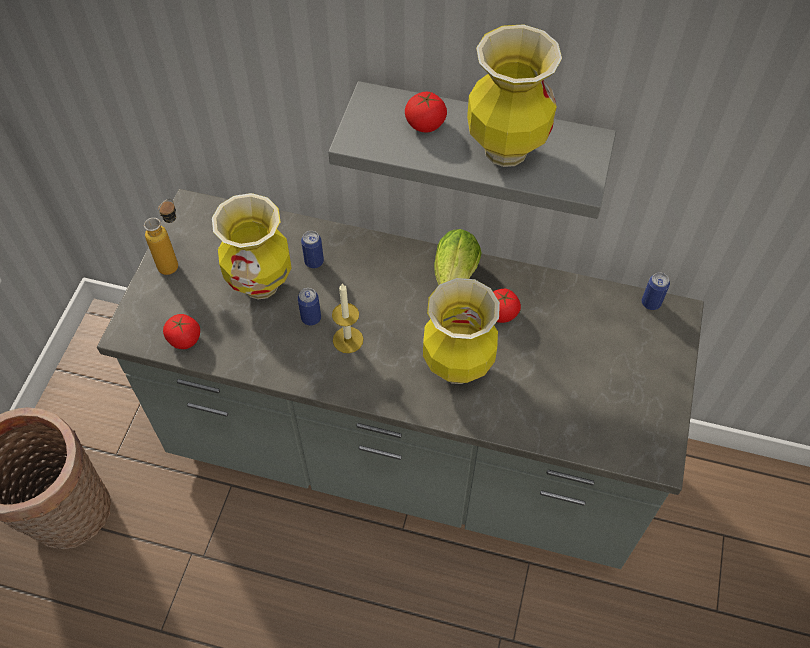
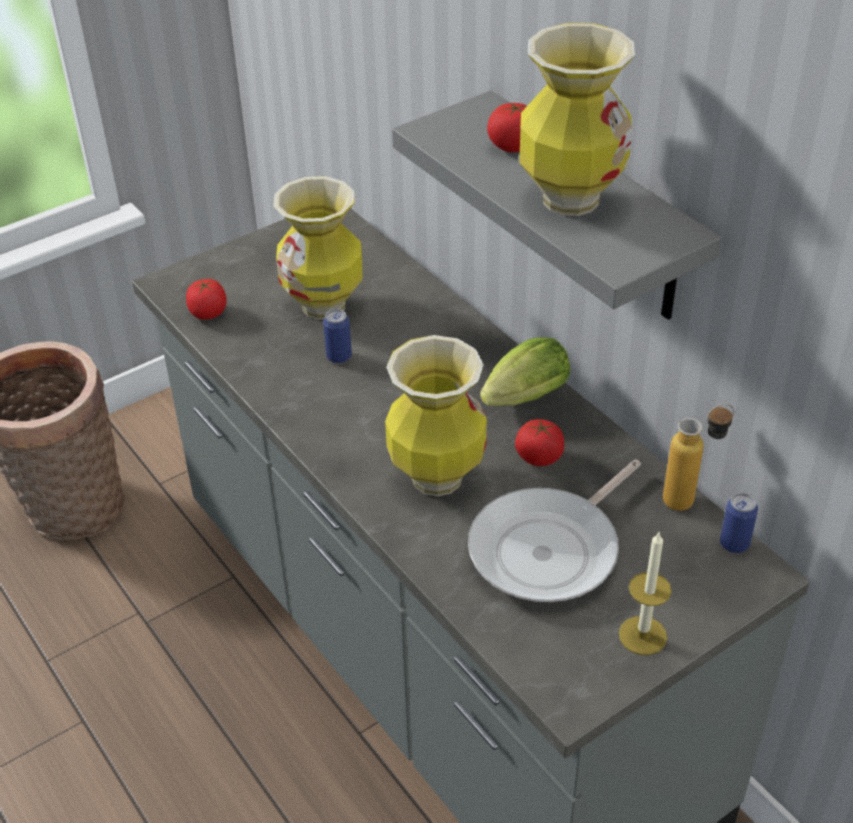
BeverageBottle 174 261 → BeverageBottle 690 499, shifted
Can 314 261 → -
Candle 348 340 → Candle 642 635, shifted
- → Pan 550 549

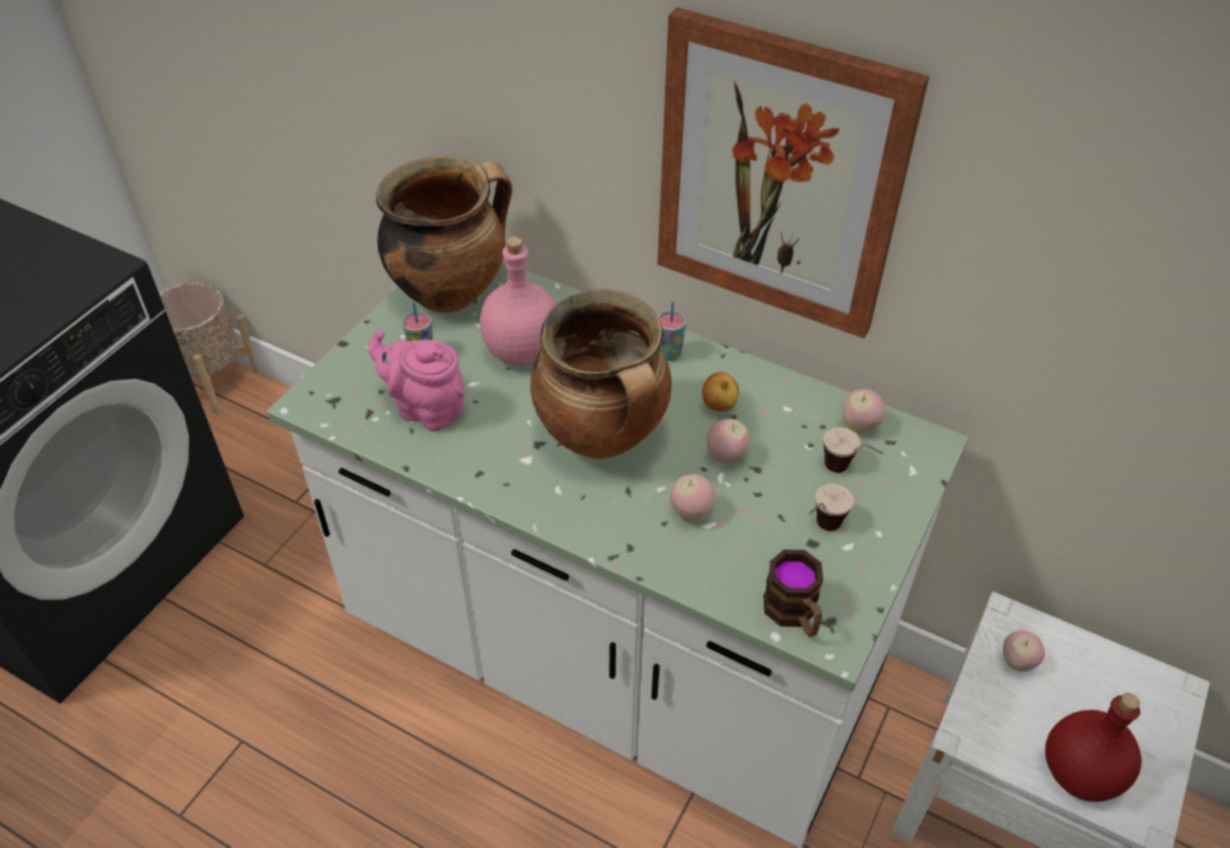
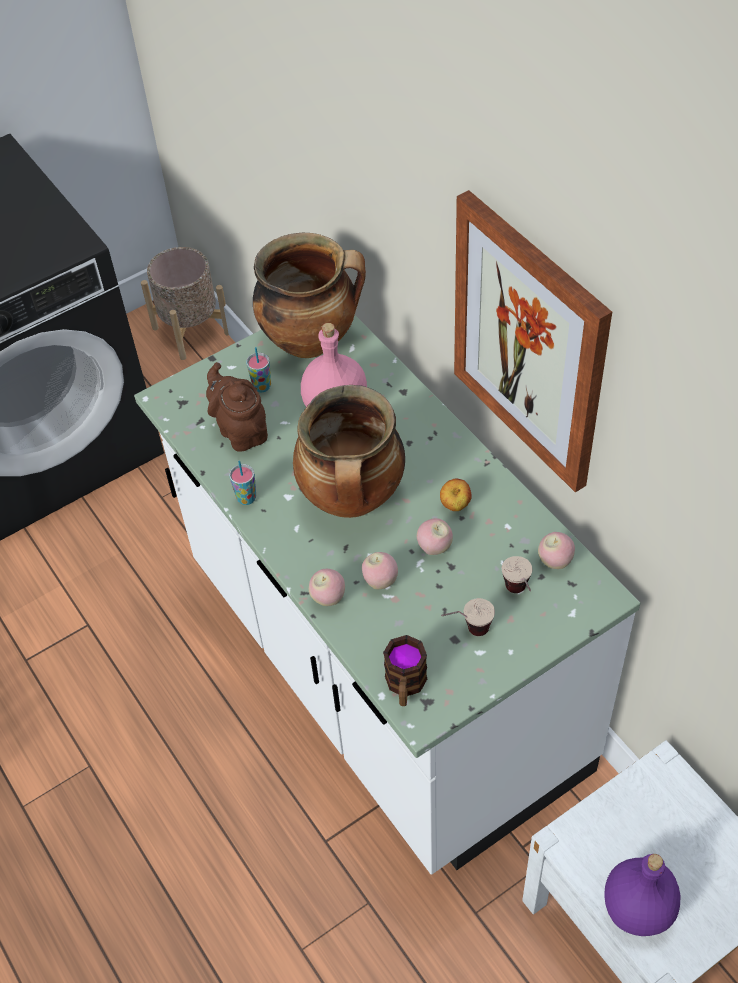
SmallCup 669 354 → SmallCup 246 498, shifted
PinkPotForTea 426 408 → BrownColouredPotForTea 241 431
AppleFruit 1017 662 → AppleFruit 328 598, shifted
ReddishBeverageBottle 1081 773 → PurpleColouredBeverageBottle 639 909

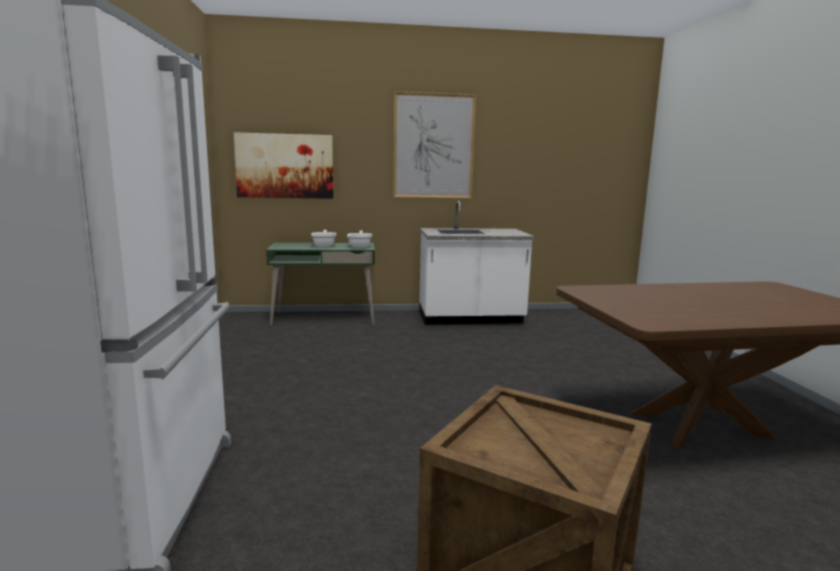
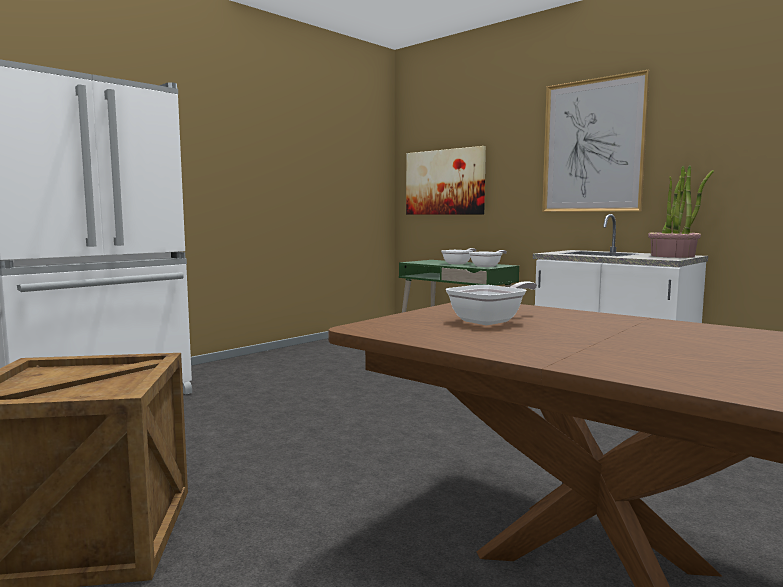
- → PlantInAPot 673 256
- → Pan 491 321

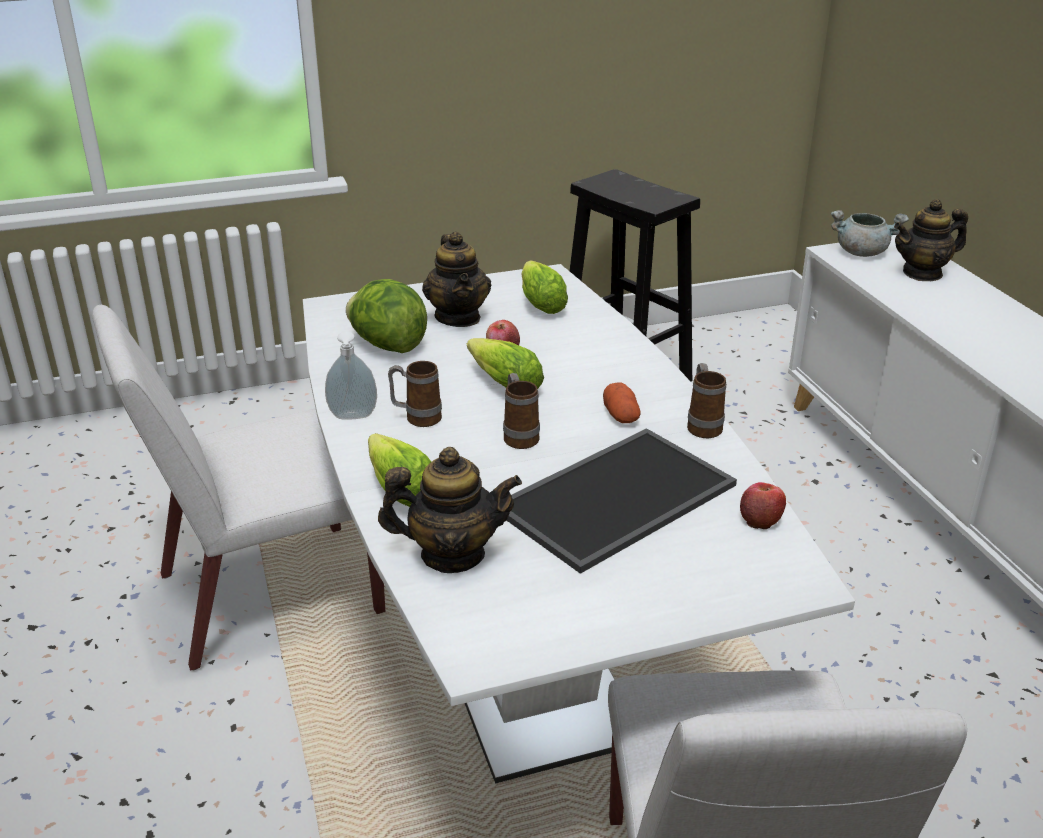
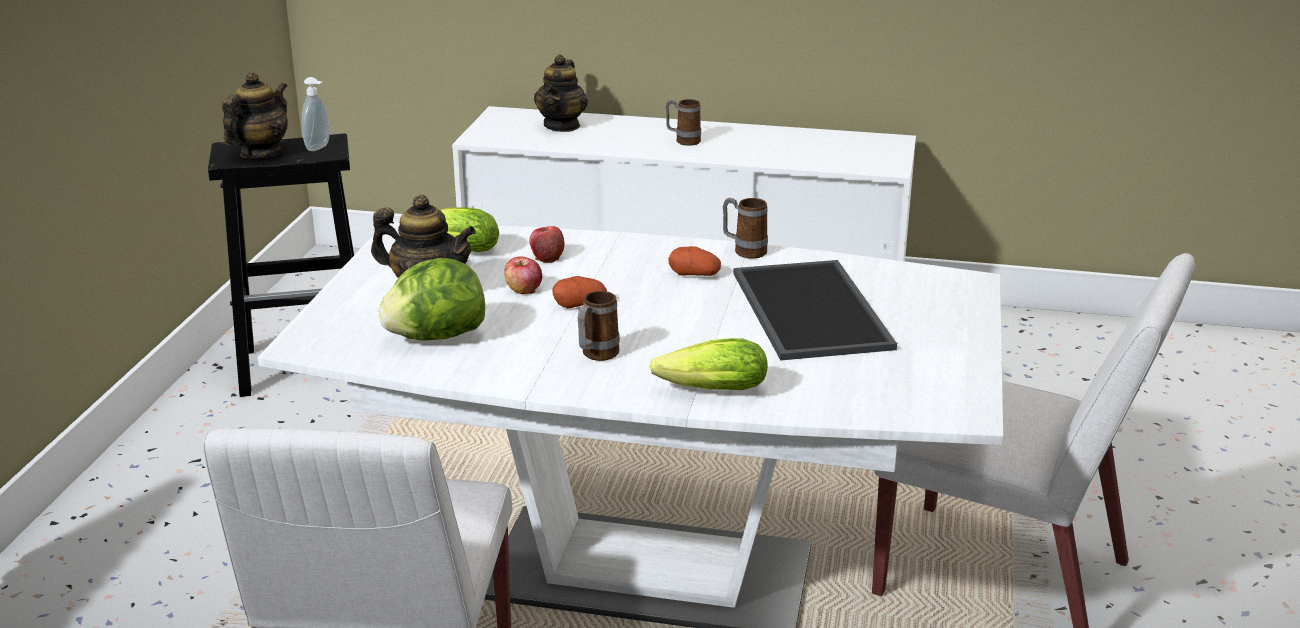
GreyStockpot 862 252 → -
SoapBottle 353 417 → SoapBottle 319 148, shifted
Lettuce 501 382 → Spud 580 304
CoffeeMug 519 435 → CoffeeMug 683 141, shifted
PotForTea 452 555 → PotForTea 261 153, shifted
AppleFruit 760 519 → AppleFruit 547 257, shifted

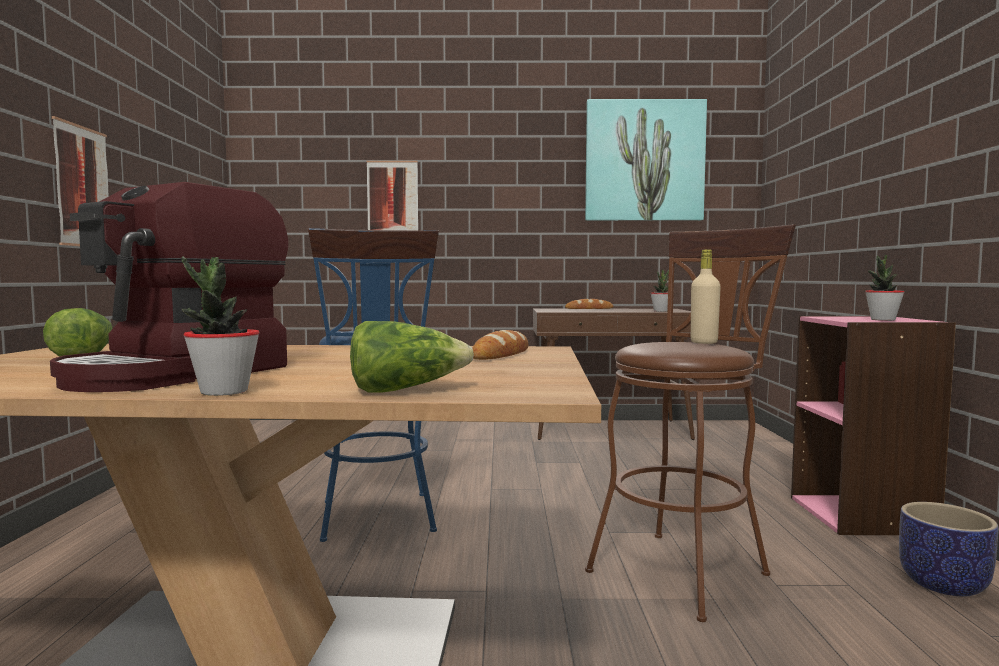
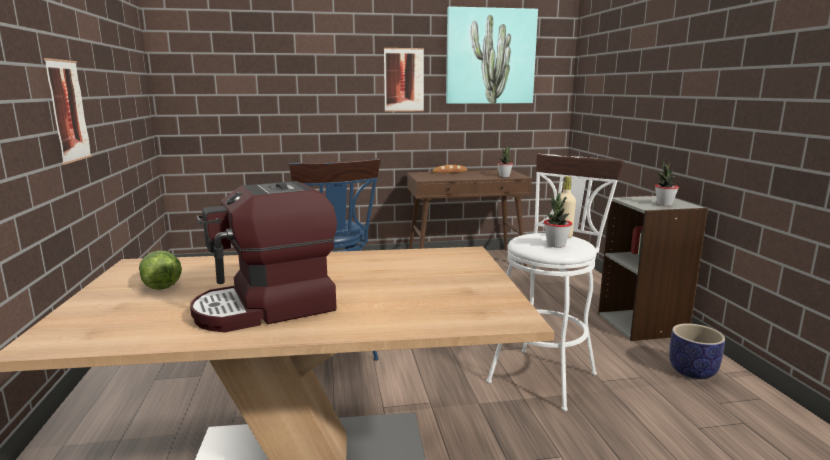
WallArt 392 200 → WallArt 404 80, shifted
CoffeeMaker 179 374 → CoffeeMaker 268 309, 45 degrees clockwise
BrownColouredStool 685 567 → WhiteColouredStool 546 373
PlantInAPot 223 392 → PlantInAPot 556 245, shifted
PinkShelvingUnit 862 515 → GreyShelvingUnit 642 324
Lettuce 406 390 → -
BakedBread 501 354 → -

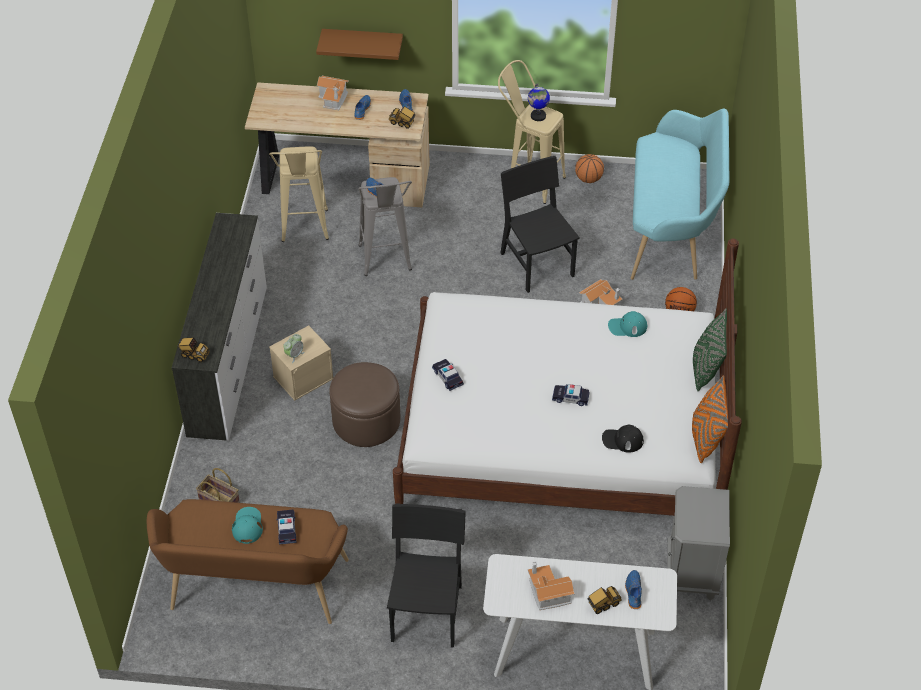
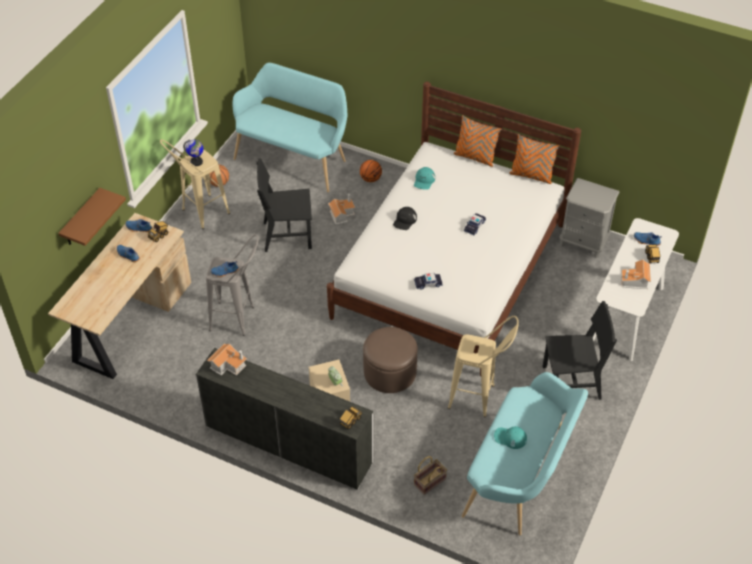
MiniatureHouse 334 98 → MiniatureHouse 228 364, shifted
BeigeStool 305 232 → BeigeStool 479 399, shifted
GreenColouredPillow 706 369 → OrangePillow 475 157
BlackBaseballCap 622 440 → BlackBaseballCap 405 220, shifted
BrownColouredLongSeat 255 591 → TurquoiseColouredLongSeat 521 477
BlackUprightChair 427 613 → BlackUprightChair 571 382, 150 degrees clockwise
ModelCar 286 529 → -

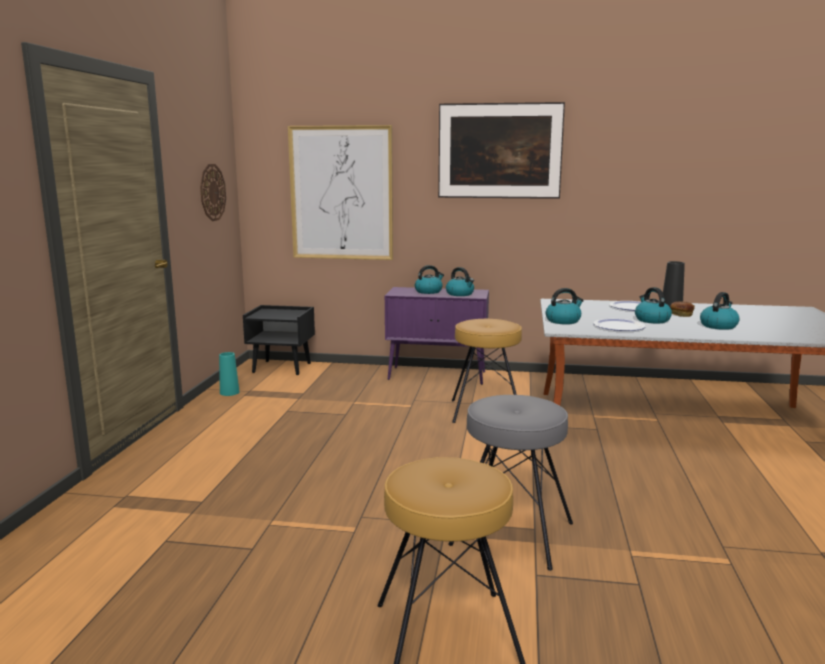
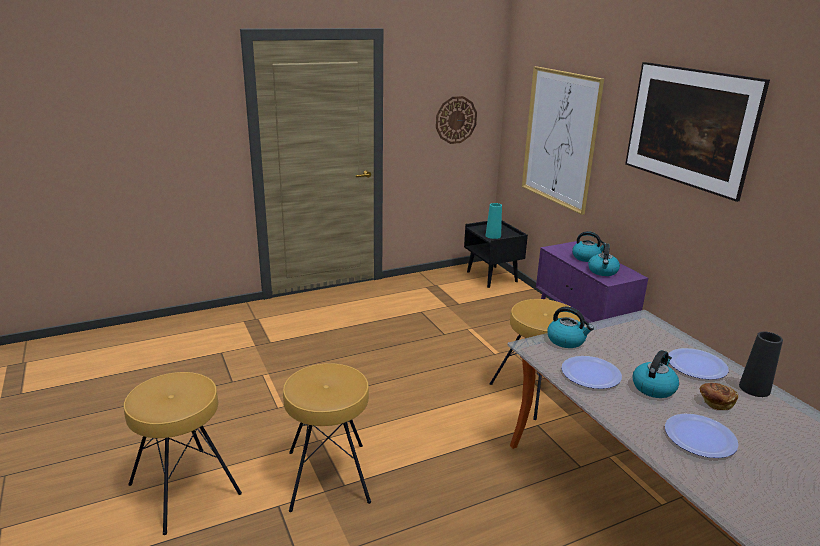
WaterKettle 718 326 → Plate 700 437
TurquoiseColouredDecorativeVase 229 392 → TurquoiseColouredDecorativeVase 493 236, shifted
GreyStool 512 533 → BrownColouredStool 329 476

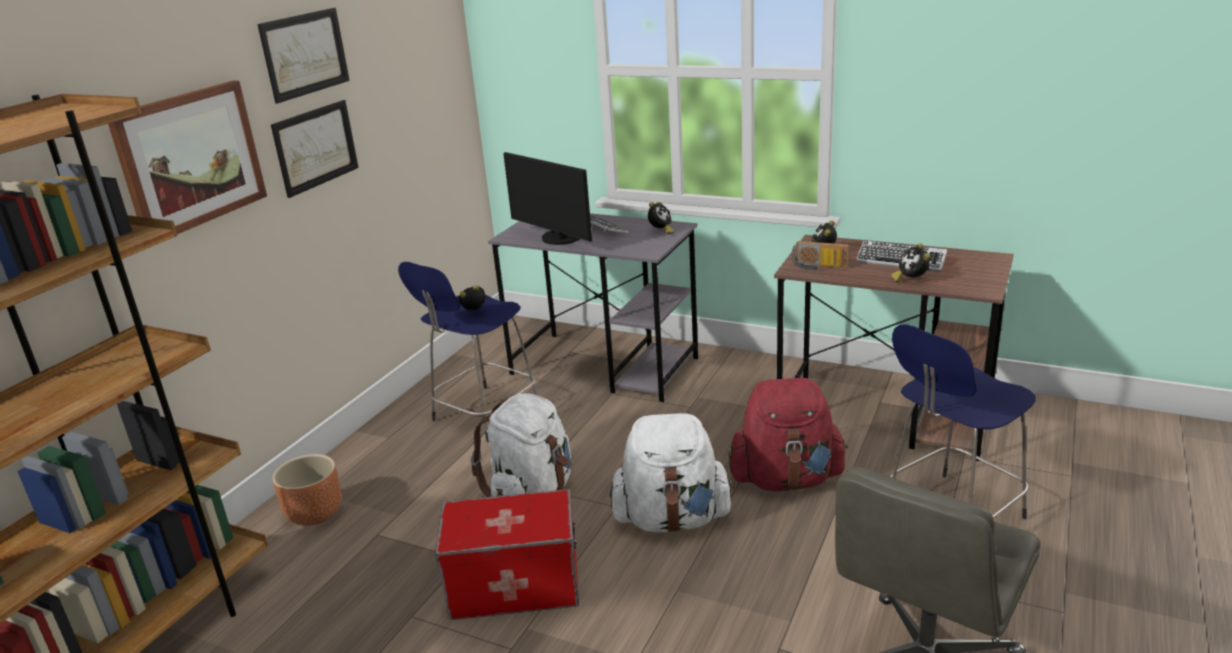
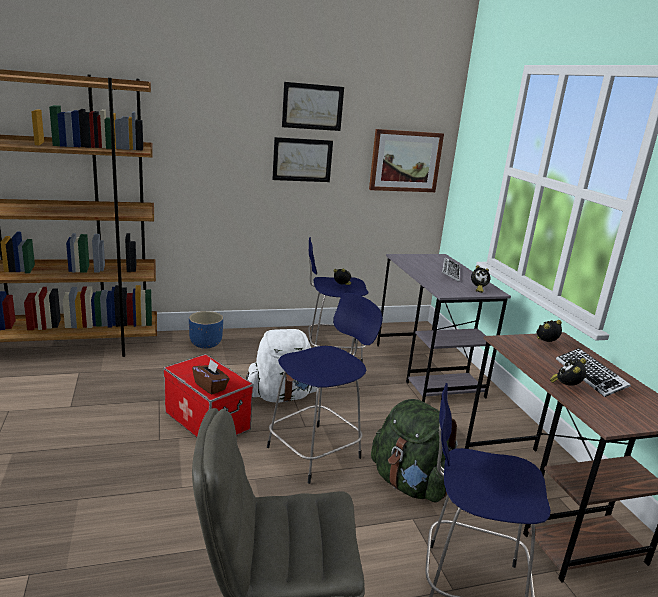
WallArt 190 159 → WallArt 405 161, shifted
ComputerScreen 558 239 → -
RadioReceiver 818 267 → -
ReddishBackpack 786 479 → GreenColouredBackpack 409 484
WhiteColouredBackpack 672 519 → BlueStool 316 451
BrownColouredPlanter 315 514 → BluePlanter 206 344
- → BrownColouredTissueBox 210 386

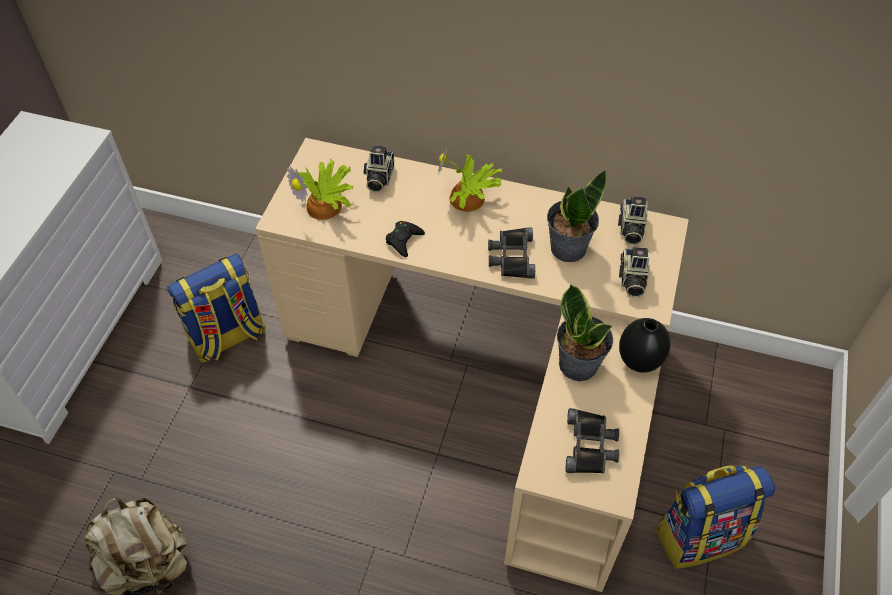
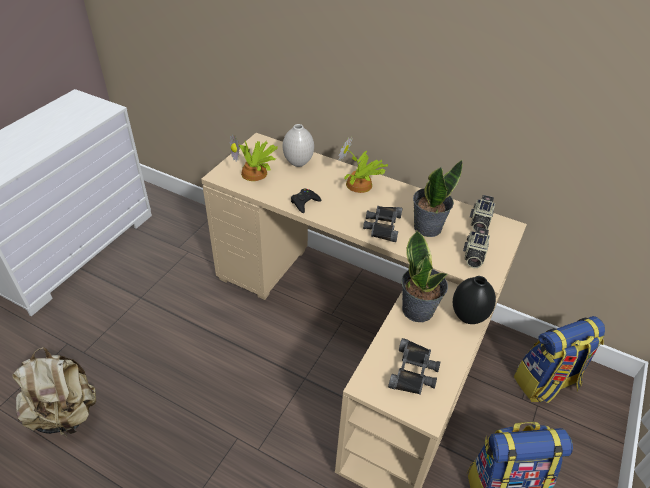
PhotoCamera 378 178 → WhiteColouredDecorativeVase 298 163
Backpack 227 337 → Backpack 546 383, shifted

